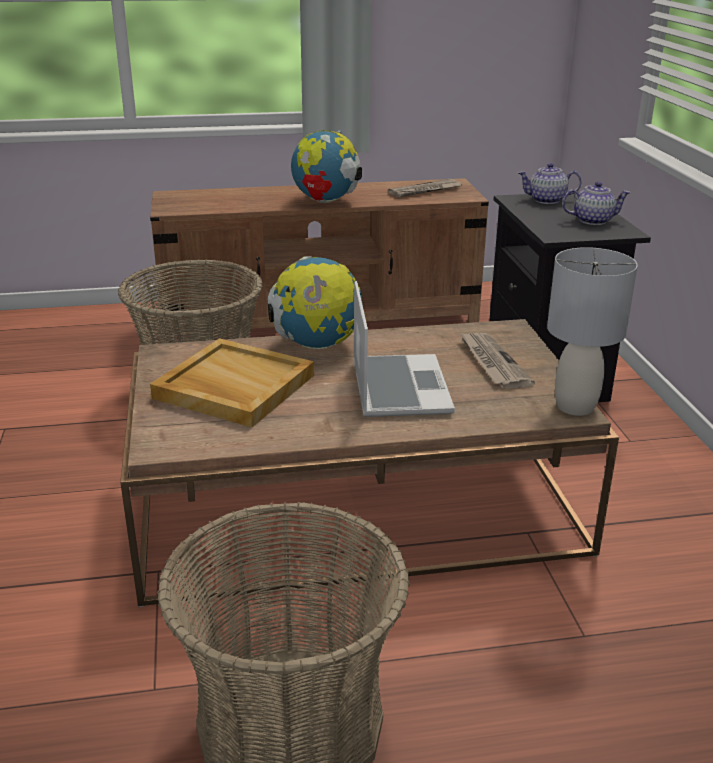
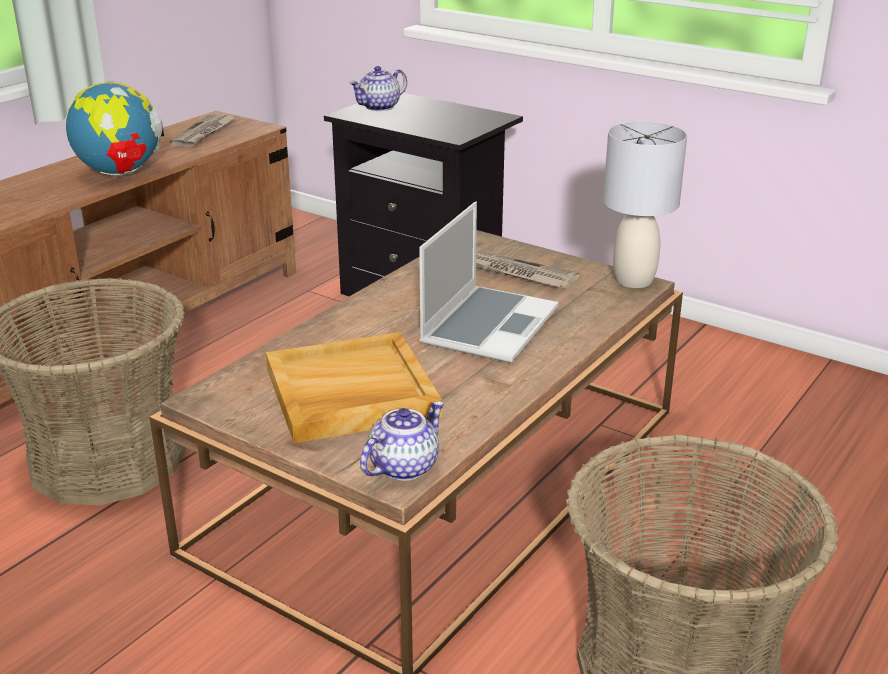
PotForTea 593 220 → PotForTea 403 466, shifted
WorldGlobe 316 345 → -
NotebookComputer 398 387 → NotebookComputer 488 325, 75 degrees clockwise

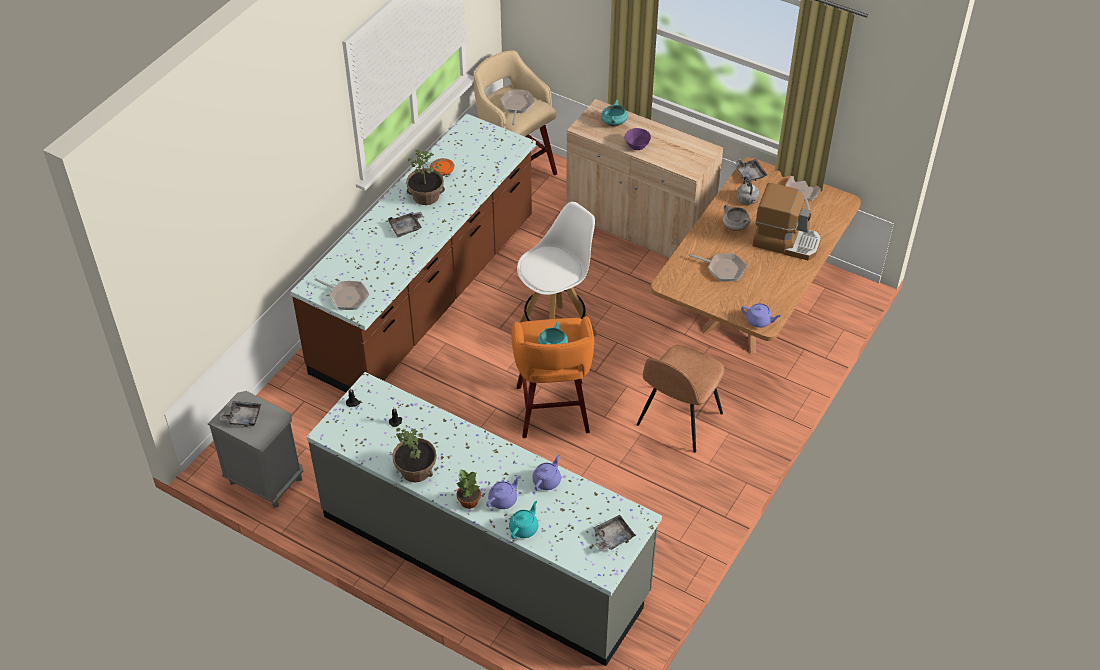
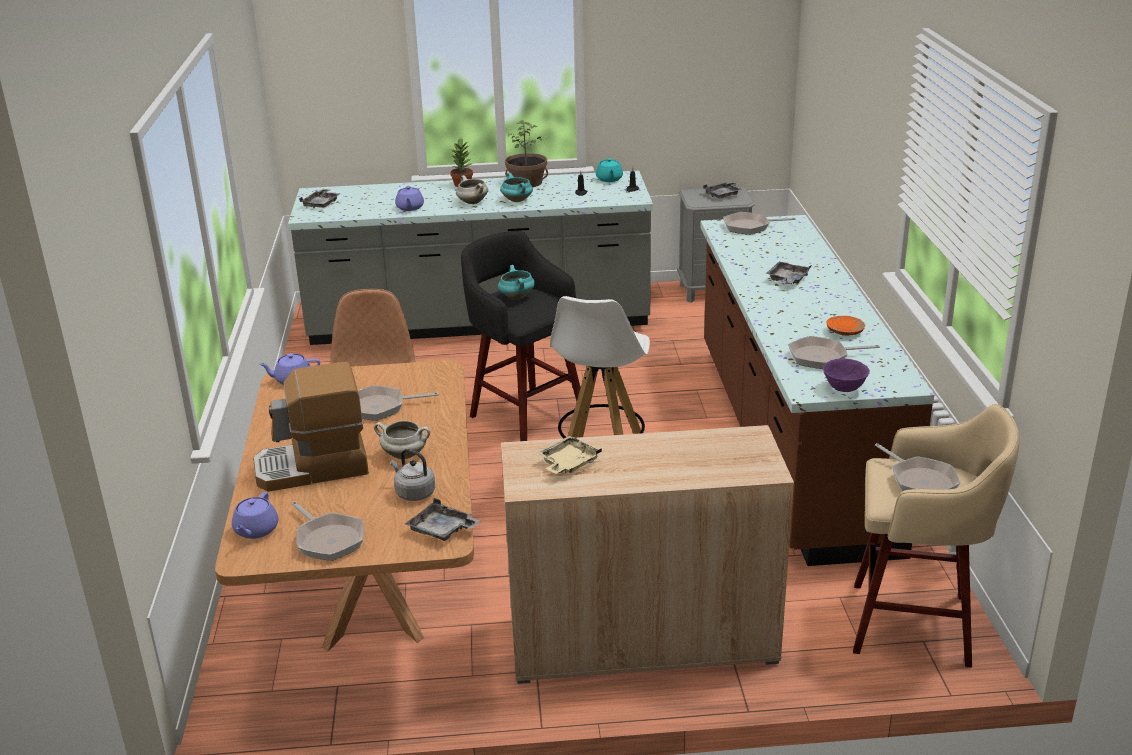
TurquoiseColouredStockpot 613 123 → TurquoiseColouredStockpot 517 200, shifted
PurpleColouredServingBowl 637 146 → PurpleColouredServingBowl 844 389, shifted
PlantInAPot 426 196 → -
OrangeStool 552 412 → BlackStool 526 415
PurpleColouredPotForTea 503 499 → PurpleColouredPotForTea 255 530, shifted
TurquoiseColouredPotForTea 524 528 → TurquoiseColouredPotForTea 609 179, shifted
- → WhiteColouredStockpot 472 202
- → Pan 822 357
- → BeigeTray 567 464

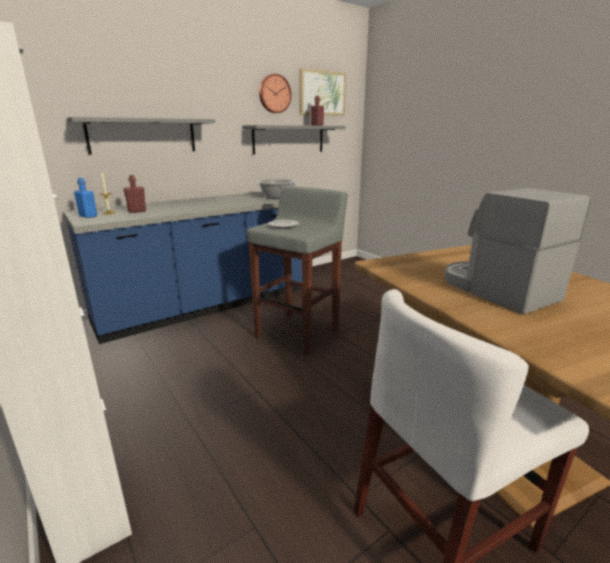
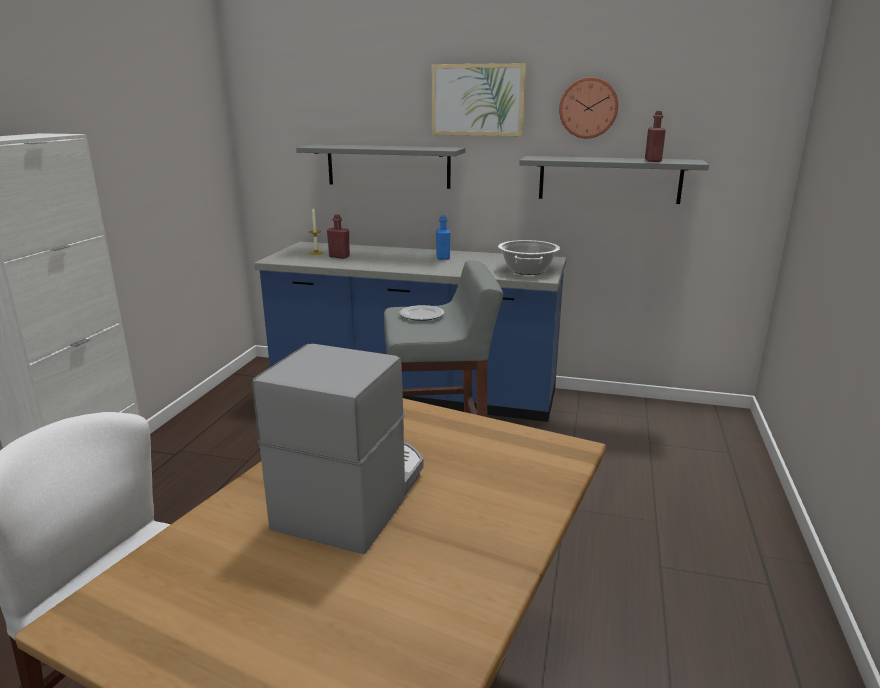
WallArt 322 93 → WallArt 478 100, shifted
BlueBeverageBottle 88 216 → BlueBeverageBottle 443 257, shifted

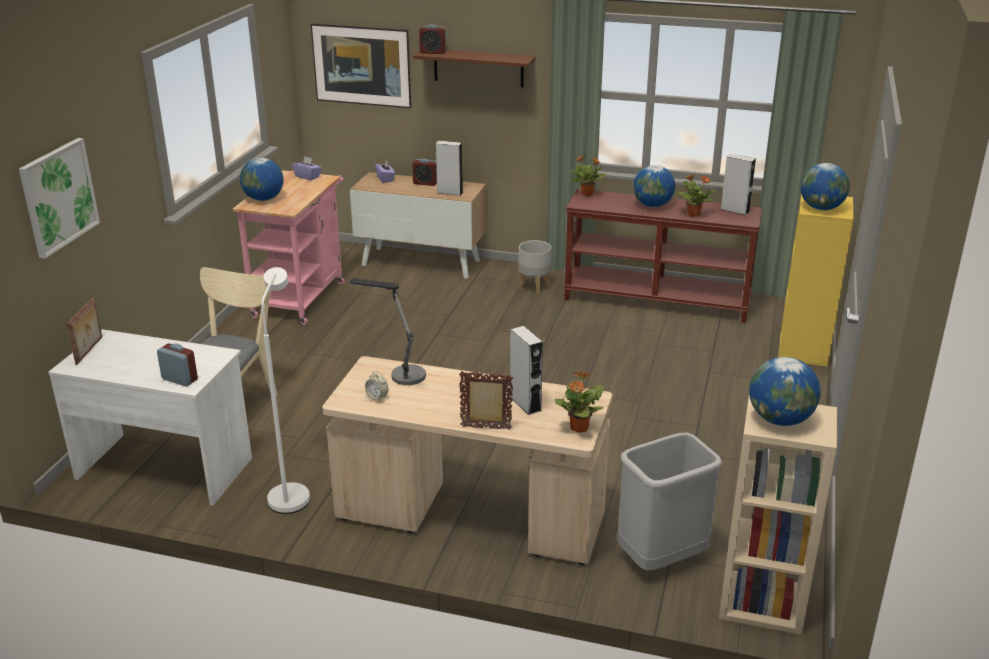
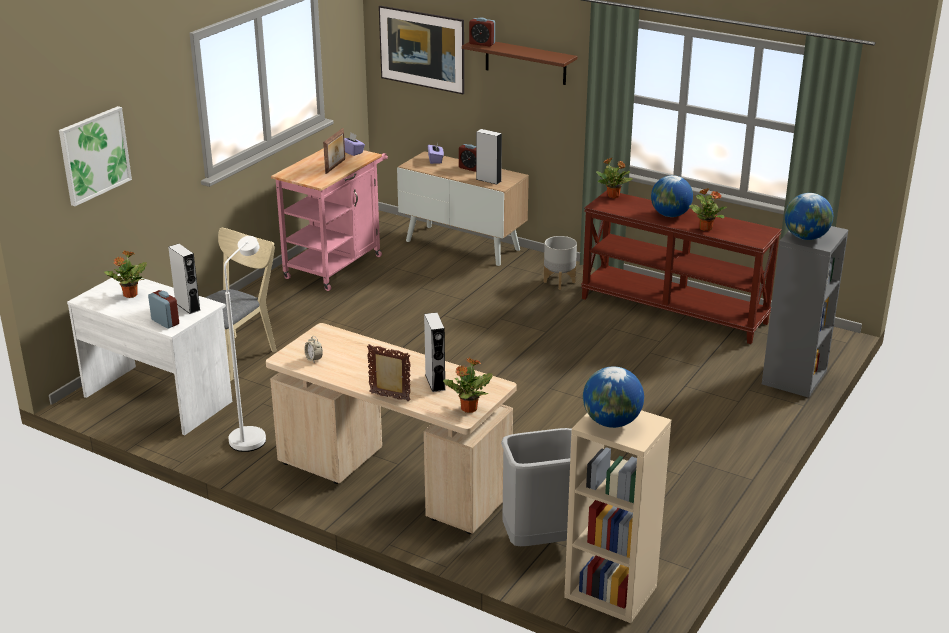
GreyAudioSpeaker 735 210 → GreyAudioSpeaker 187 306, shifted
WorldGlobe 263 199 → -
YellowishShelvingUnit 804 350 → GreyShelvingUnit 794 378
TabletopLamp 399 373 → -
PhotoFrame 90 350 → PhotoFrame 336 166, shifted
- → PlantInAPot 130 295

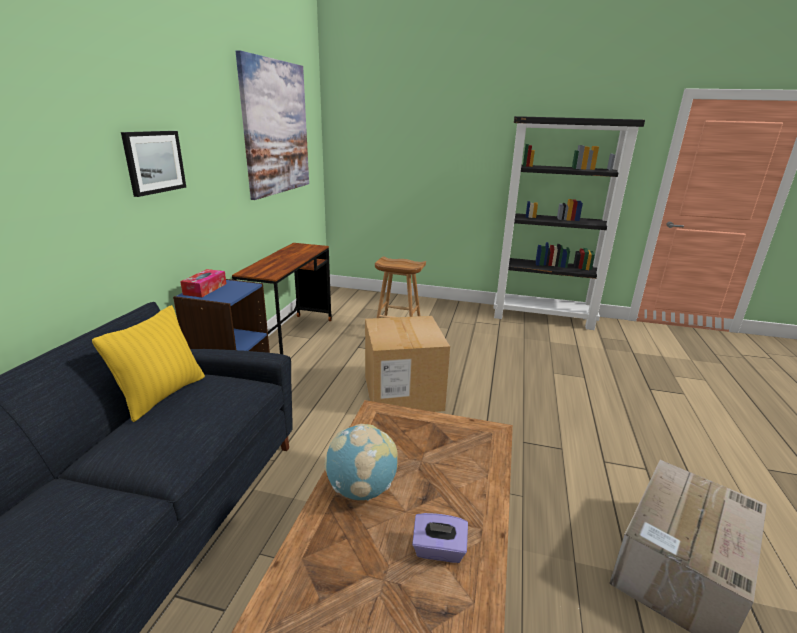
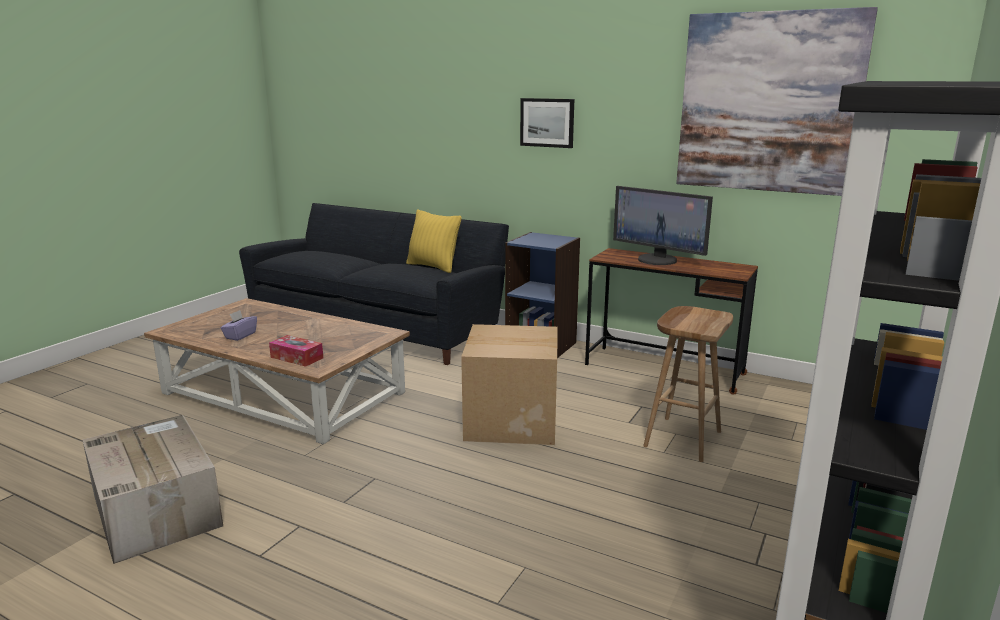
TissueBox 205 289 → TissueBox 297 357, shifted
WorldGlobe 362 489 → -
- → ComputerScreen 658 260

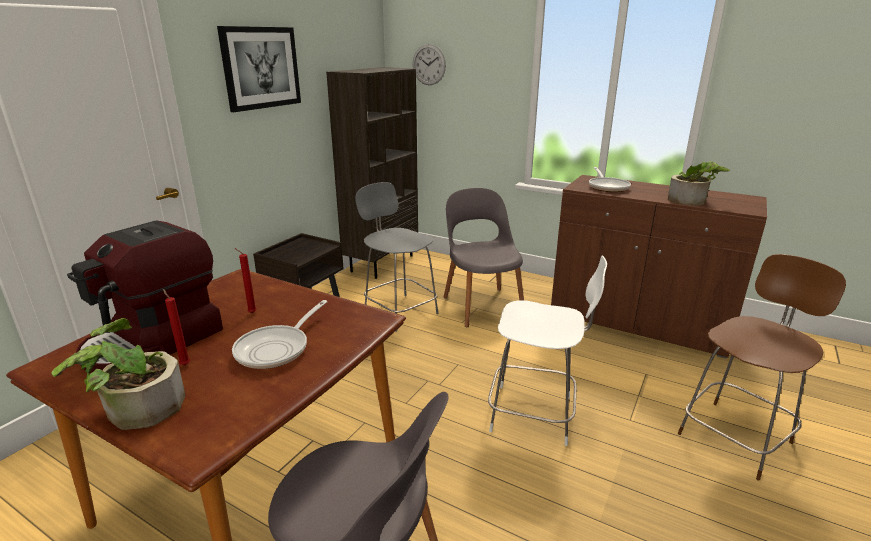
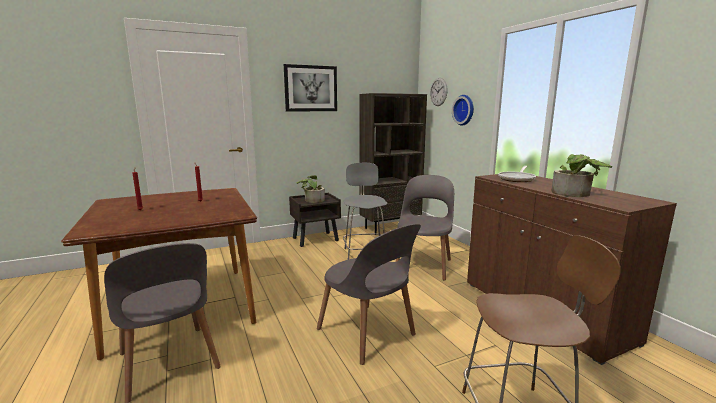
CoffeeMaker 155 342 → -
WhiteColouredStool 535 415 → GreyUprightChair 368 334
Pan 277 348 → -
PlantInAPot 136 408 → PlantInAPot 312 200, shifted
- → HangingClock 465 110

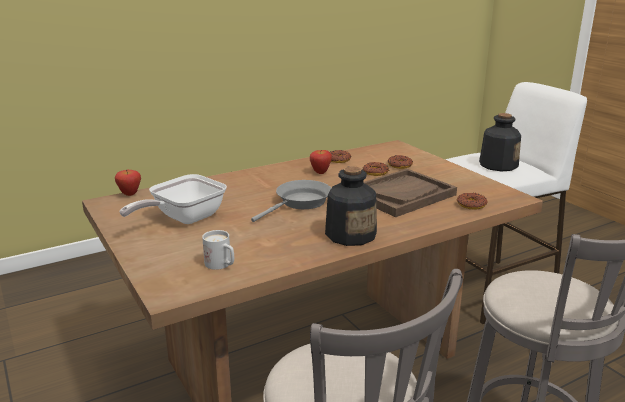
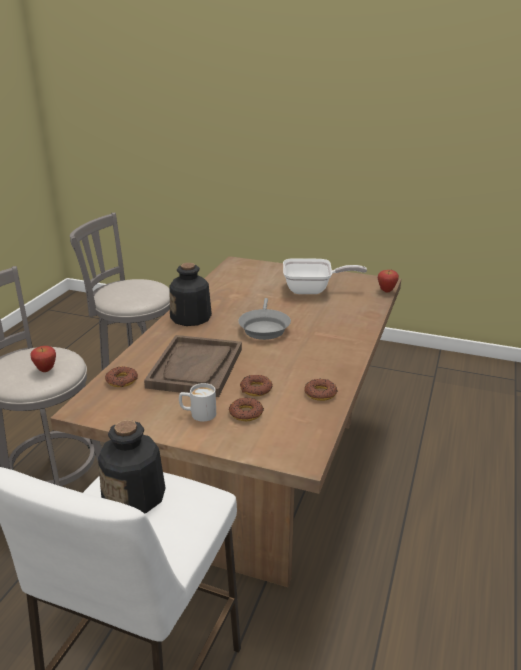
AppleFruit 320 172 → AppleFruit 46 370, shifted
Pan 183 219 → Pan 312 290, 90 degrees clockwise
WhiteColouredCoffeeMug 221 265 → WhiteColouredCoffeeMug 198 414, shifted

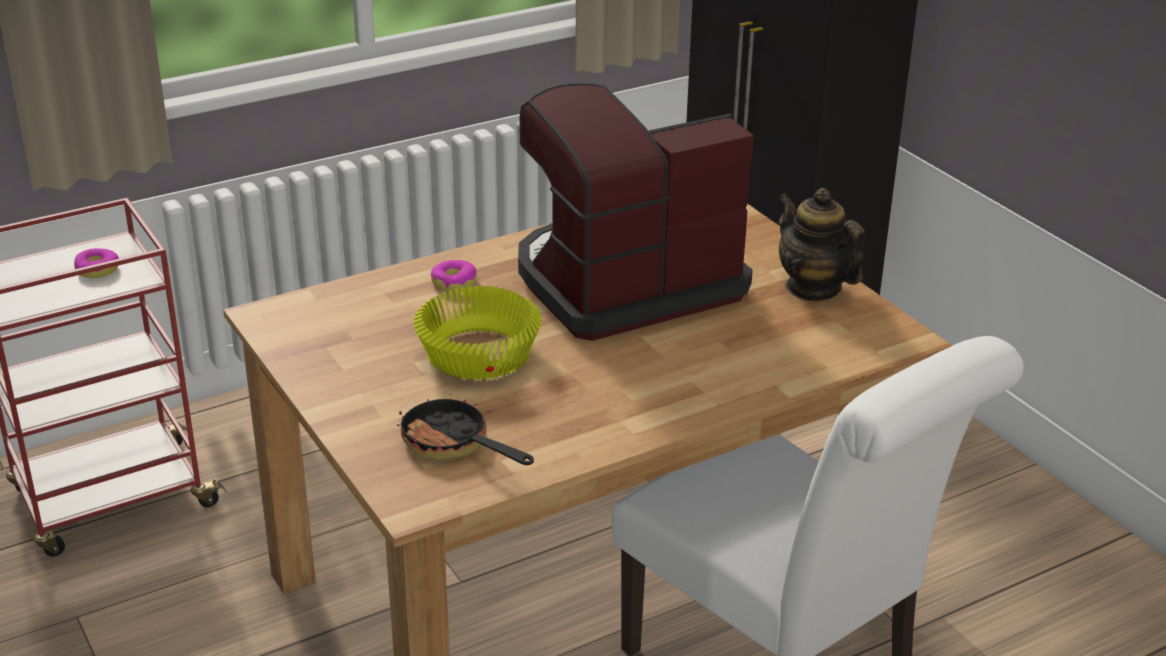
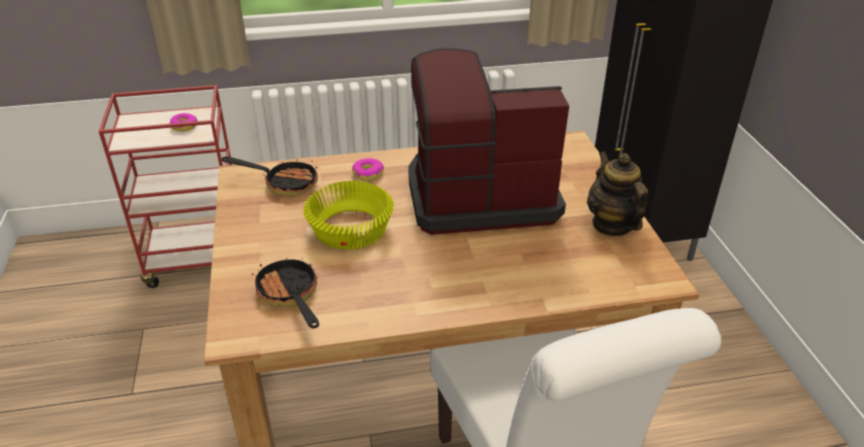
- → Pan 283 183

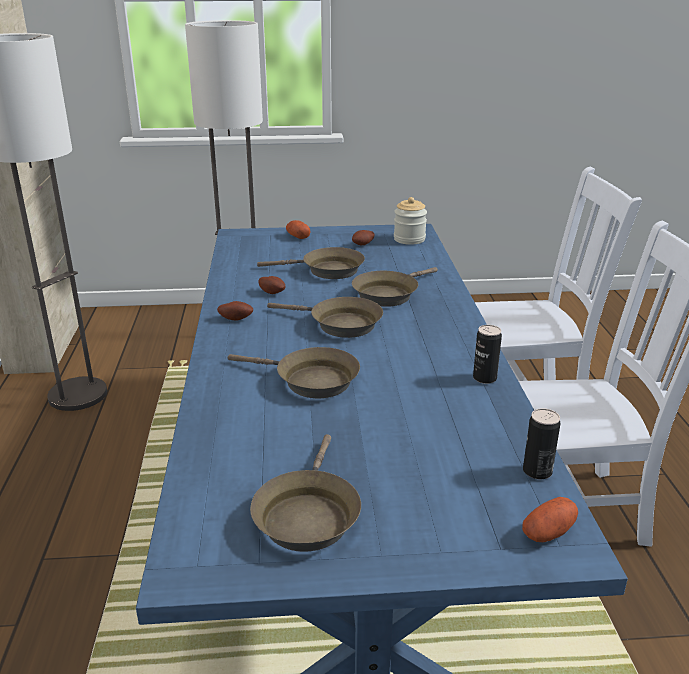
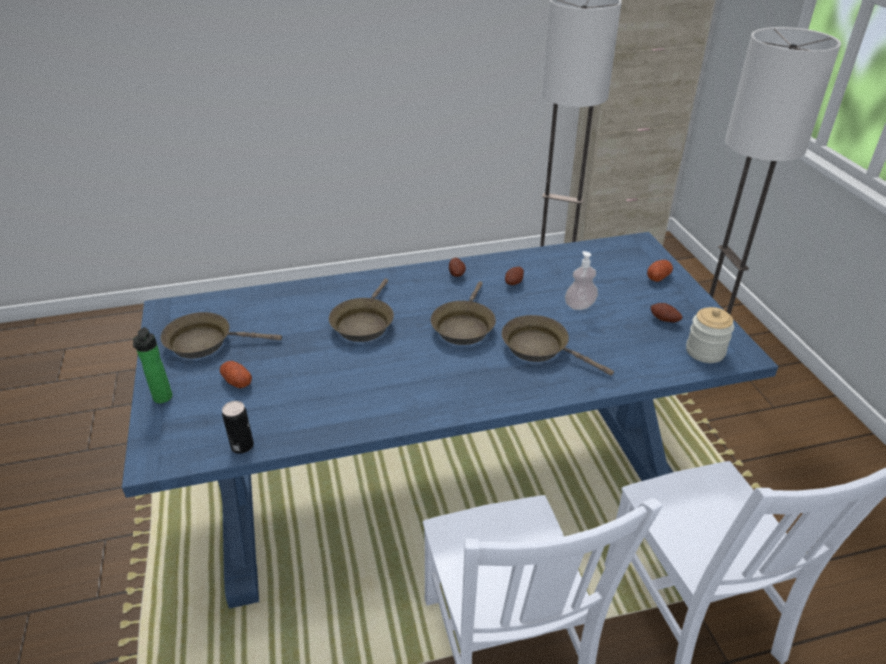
BrownColouredPan 327 270 → SoapBottle 580 305
Can 484 378 → -
Spud 548 532 → Spud 237 381, shifted
- → BeverageBottle 162 399

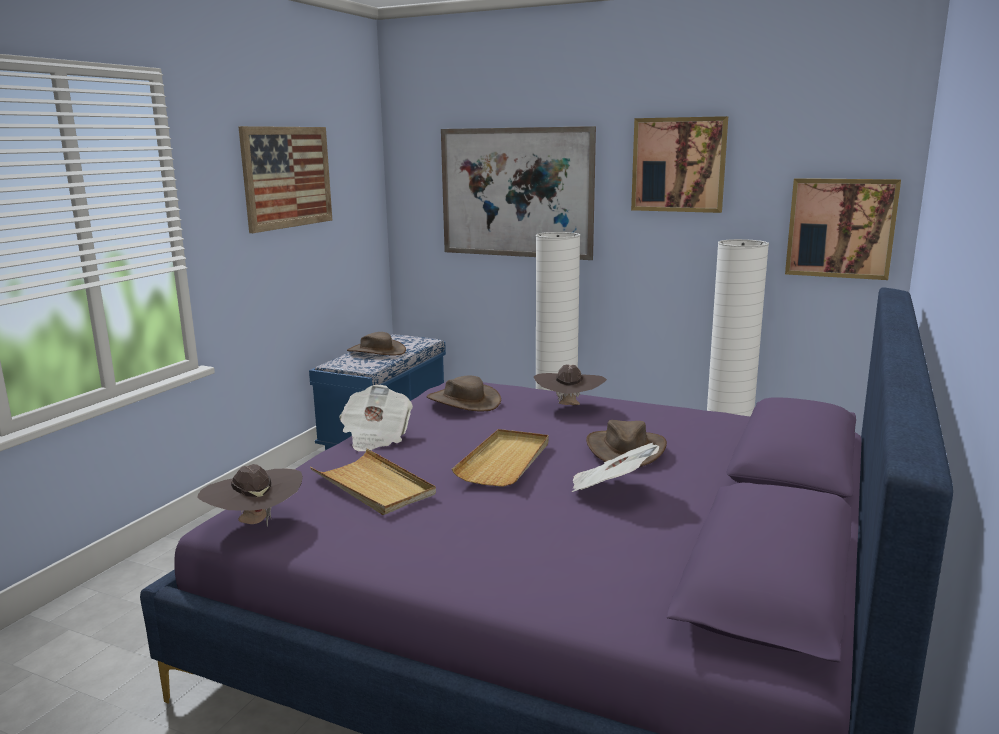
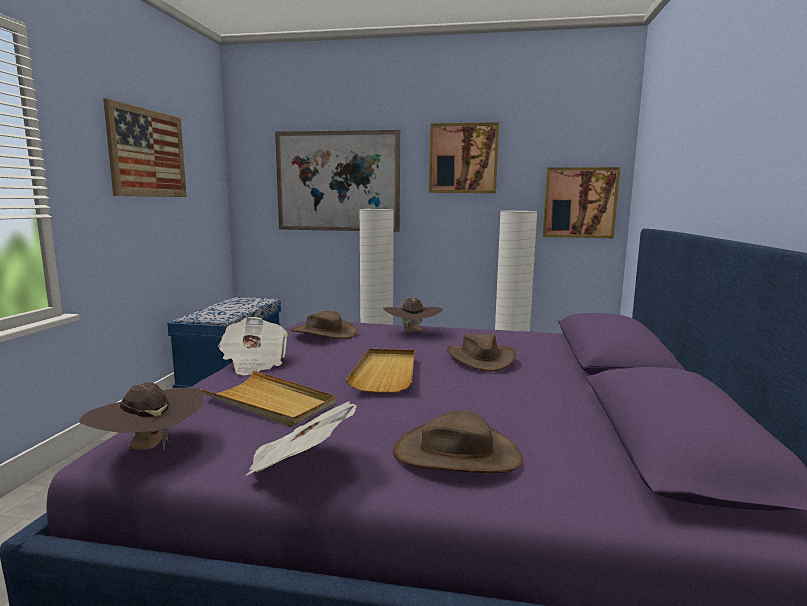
BrownColouredHat 376 351 → BrownColouredHat 457 454, shifted
PrintedPaper 610 489 → PrintedPaper 300 464, shifted

